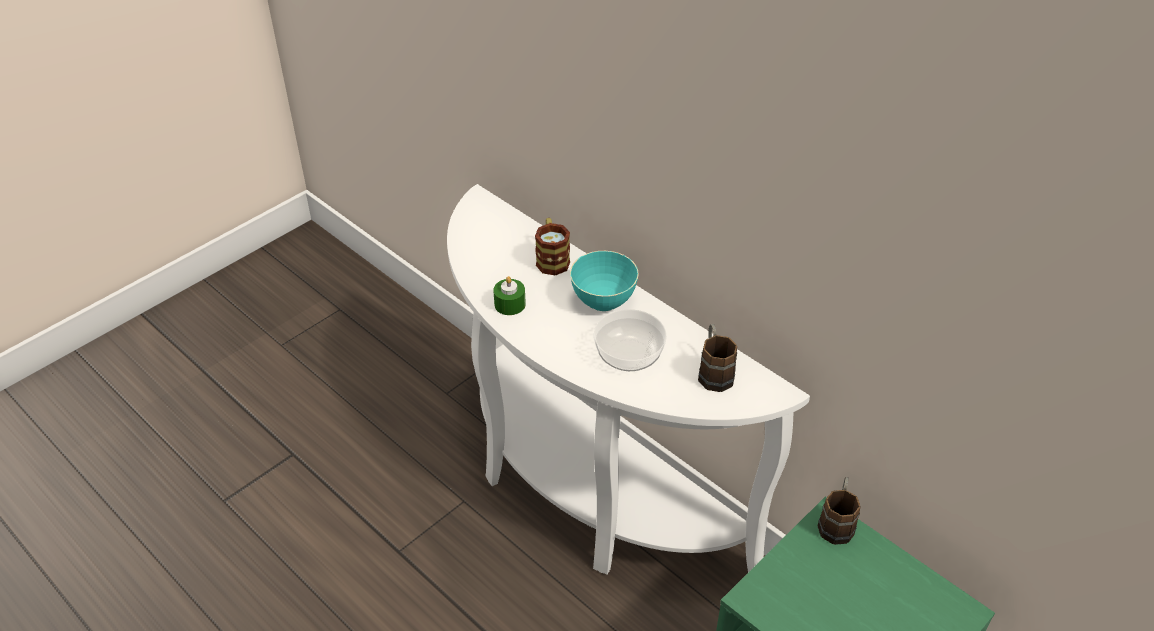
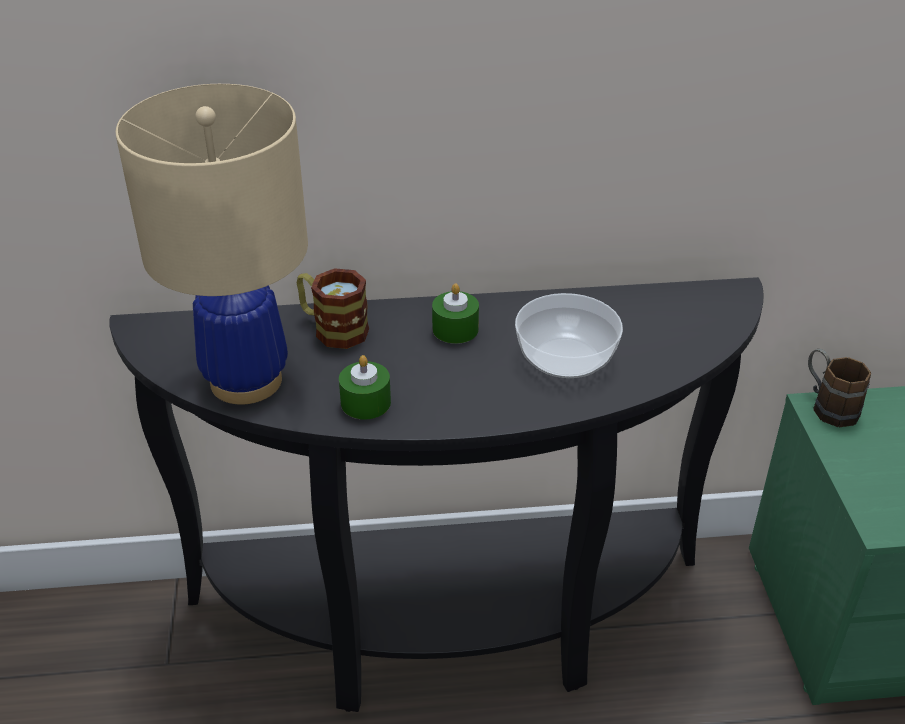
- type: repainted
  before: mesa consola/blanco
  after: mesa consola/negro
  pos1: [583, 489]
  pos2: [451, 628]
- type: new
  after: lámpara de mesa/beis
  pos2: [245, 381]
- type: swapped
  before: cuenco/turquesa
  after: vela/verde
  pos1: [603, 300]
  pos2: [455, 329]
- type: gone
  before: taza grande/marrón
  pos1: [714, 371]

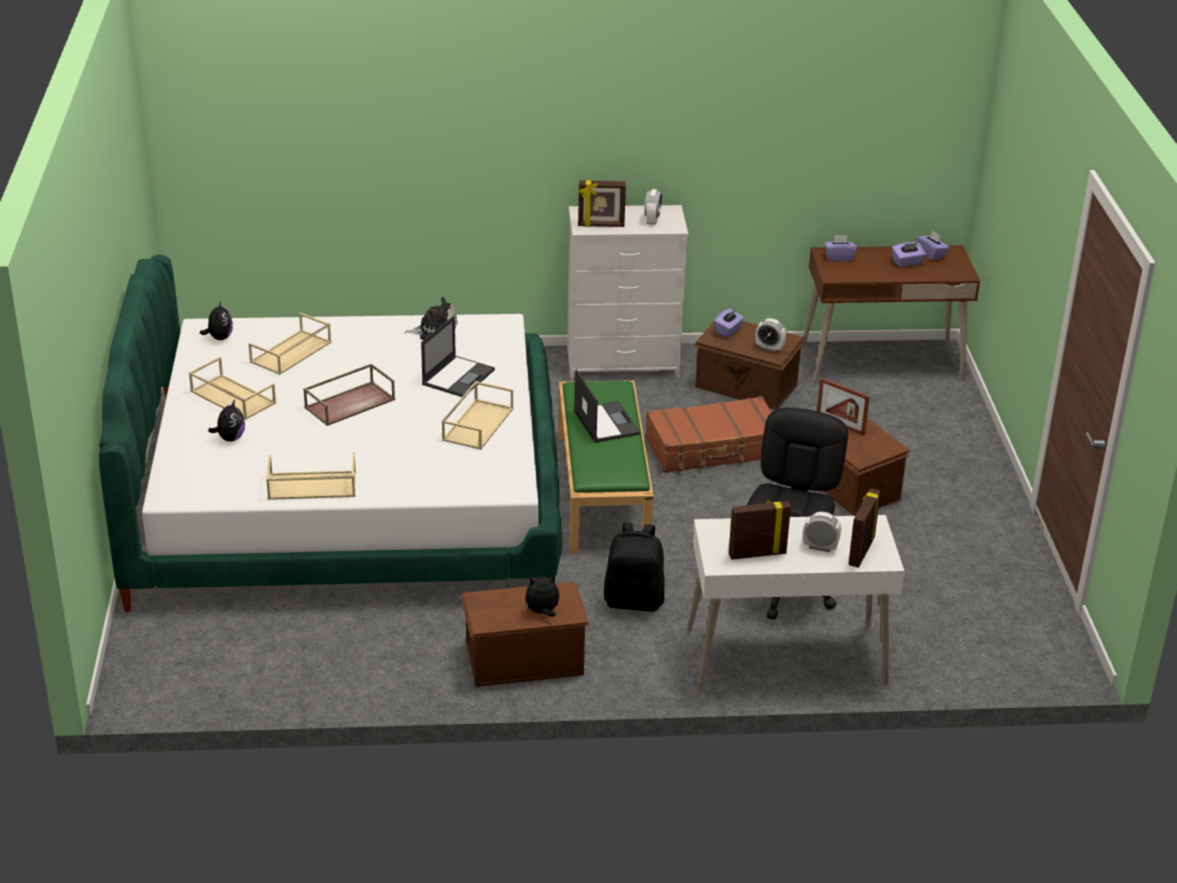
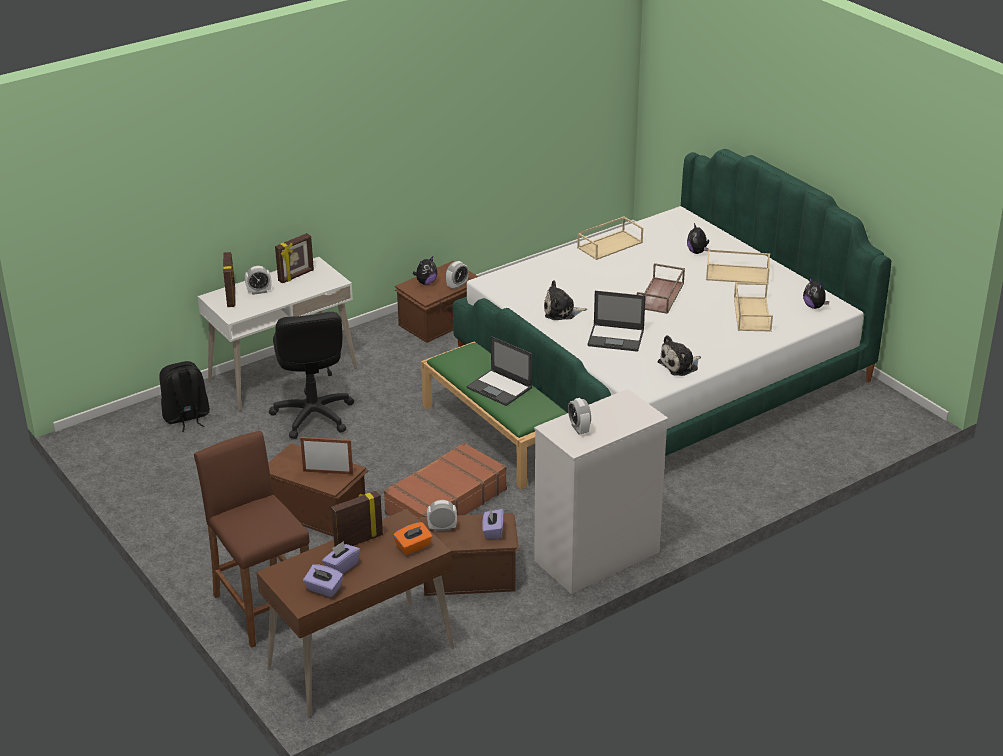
- type: shifted
  before: mochila/negro
  pos1: [634, 601]
  pos2: [186, 417]
- type: new
  after: taburete/marrón
  pos2: [263, 608]
- type: shifted
  before: portarretratos
  pos1: [601, 225]
  pos2: [358, 540]
- type: repainted
  before: caja de pañuelos/morado
  after: caja de pañuelos/naranja
  pos1: [839, 257]
  pos2: [413, 547]
- type: new
  after: despertador
  pos2: [457, 285]
- type: swapped
  before: bandeja/beis
  after: peluche
  pos1: [477, 423]
  pos2: [561, 311]
- type: rotated
  before: portátil
  pos1: [458, 376]
  pos2: [616, 338]
  turn: -75

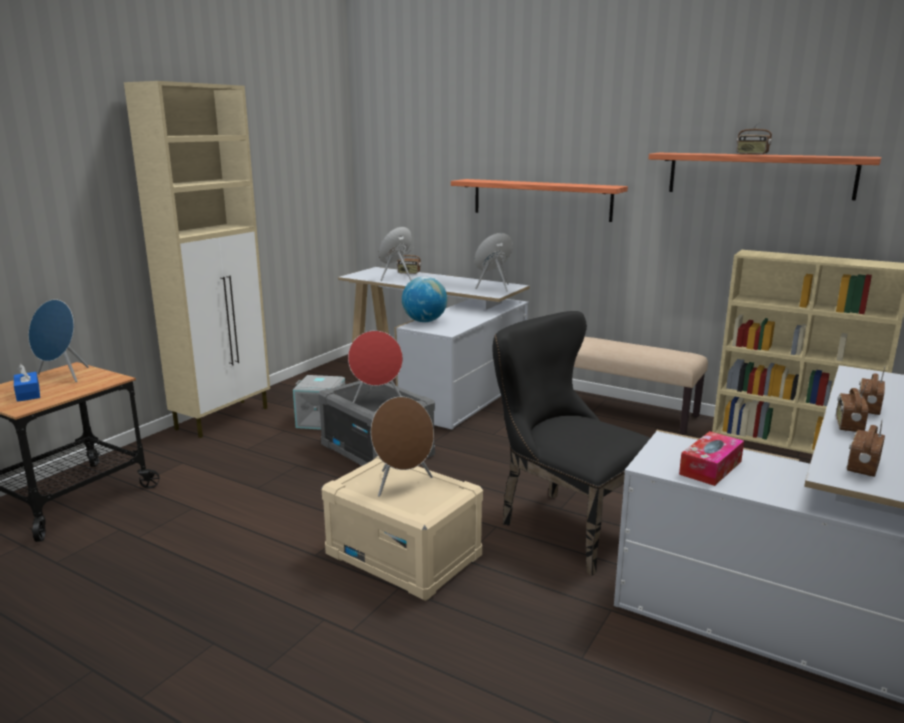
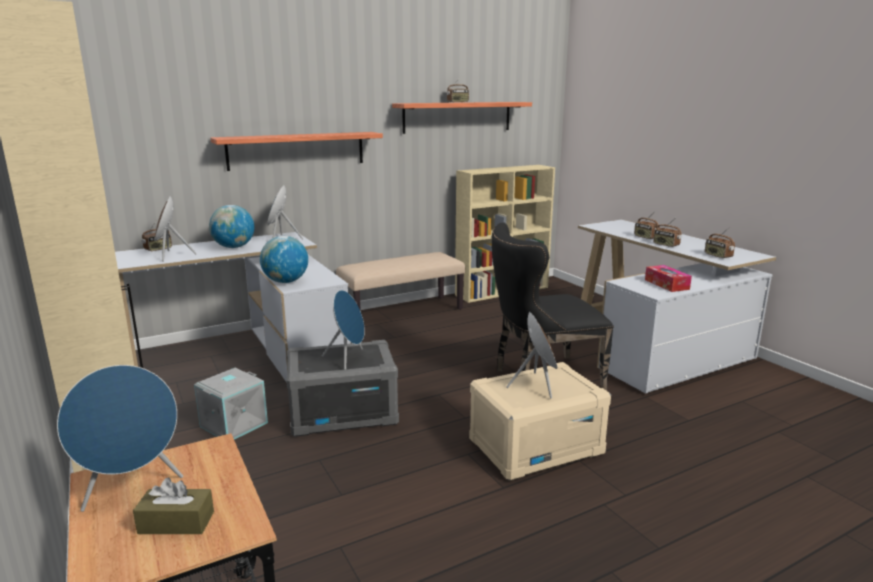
- type: repainted
  before: caja de pañuelos/azul
  after: caja de pañuelos/marrón
  pos1: [28, 394]
  pos2: [176, 523]
- type: new
  after: globo terráqueo
  pos2: [234, 247]
- type: repainted
  before: altavoz/rojo
  after: altavoz/azul
  pos1: [376, 398]
  pos2: [348, 358]

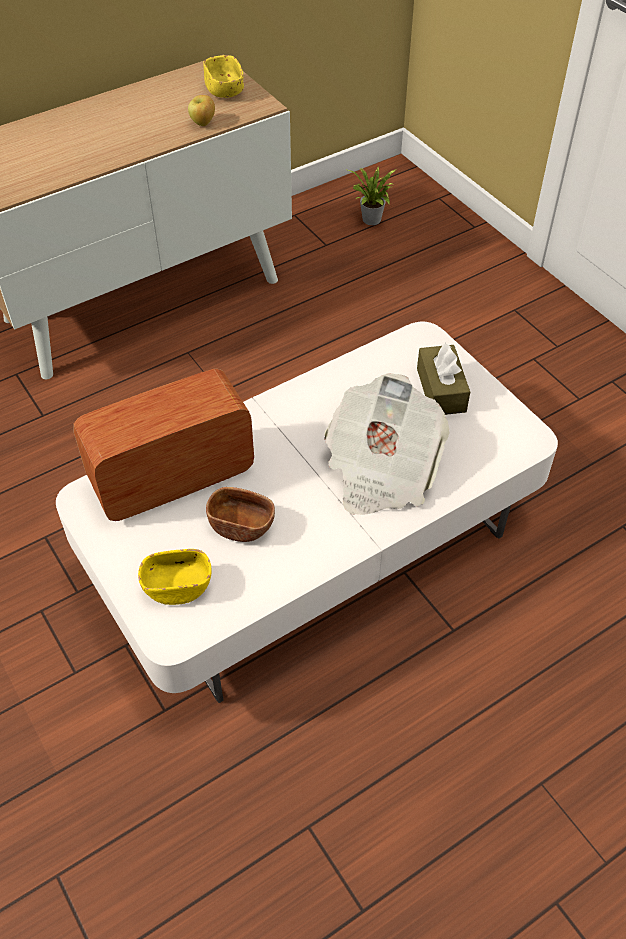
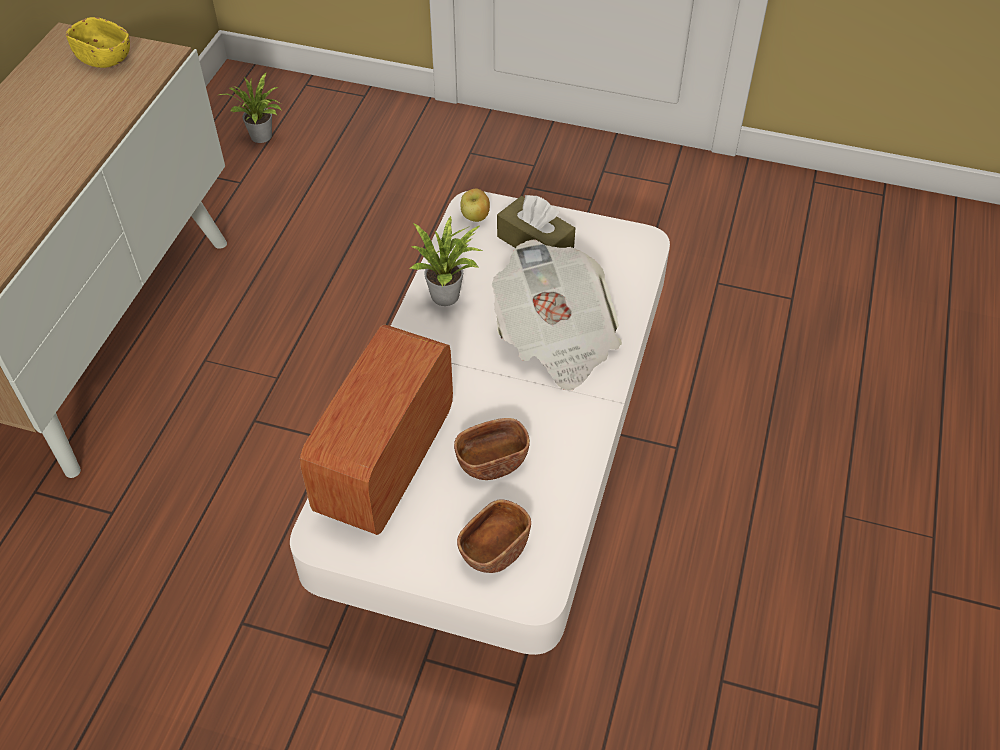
- type: new
  after: planta en maceta
  pos2: [449, 295]
- type: repainted
  before: cuenco/amarillo
  after: cuenco/marrón
  pos1: [178, 587]
  pos2: [494, 549]
- type: shifted
  before: manzana
  pos1: [203, 123]
  pos2: [475, 217]

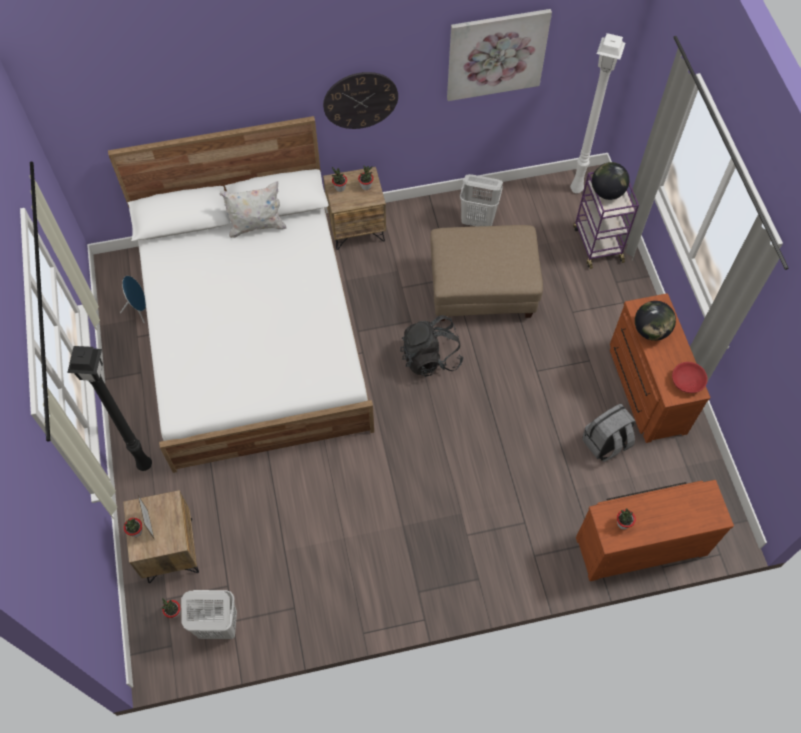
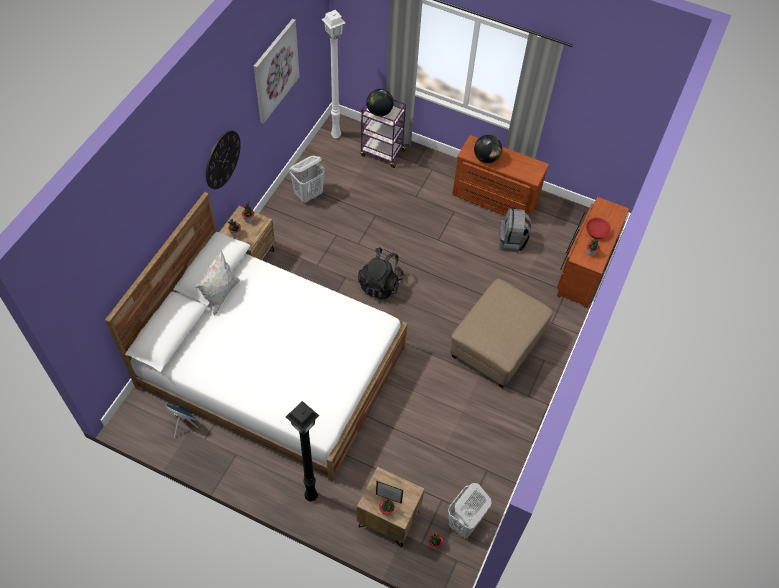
- type: shifted
  before: puf/beis
  pos1: [481, 290]
  pos2: [497, 346]
- type: shifted
  before: cuenco/rojo
  pos1: [687, 381]
  pos2: [596, 232]

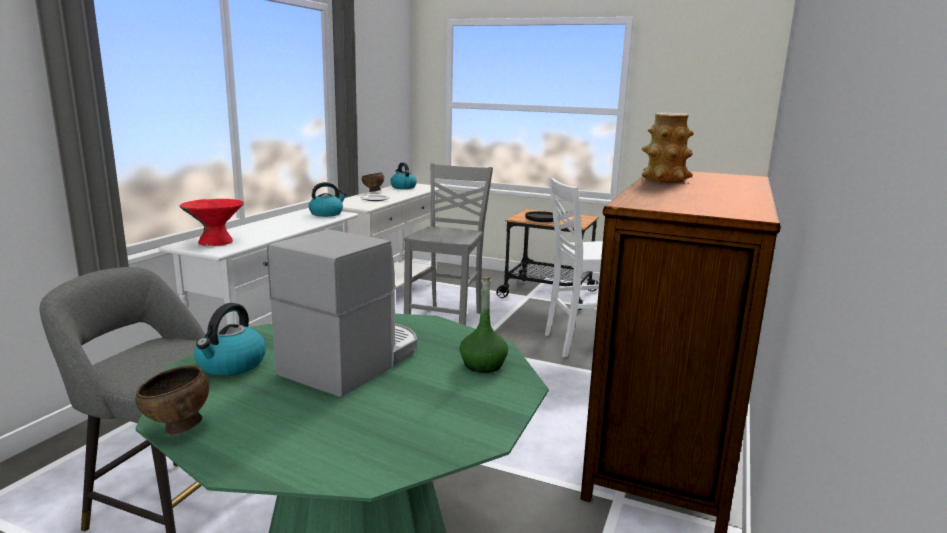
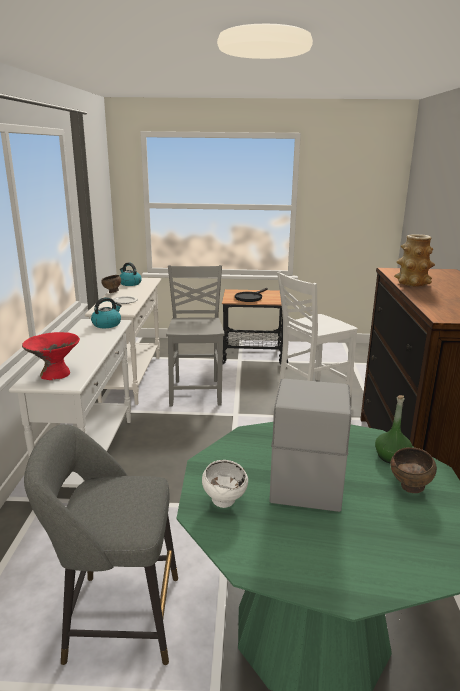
- type: swapped
  before: hervidor
  after: cuenco/blanco
  pos1: [231, 365]
  pos2: [225, 502]
- type: shifted
  before: cuenco/marrón
  pos1: [178, 428]
  pos2: [410, 488]

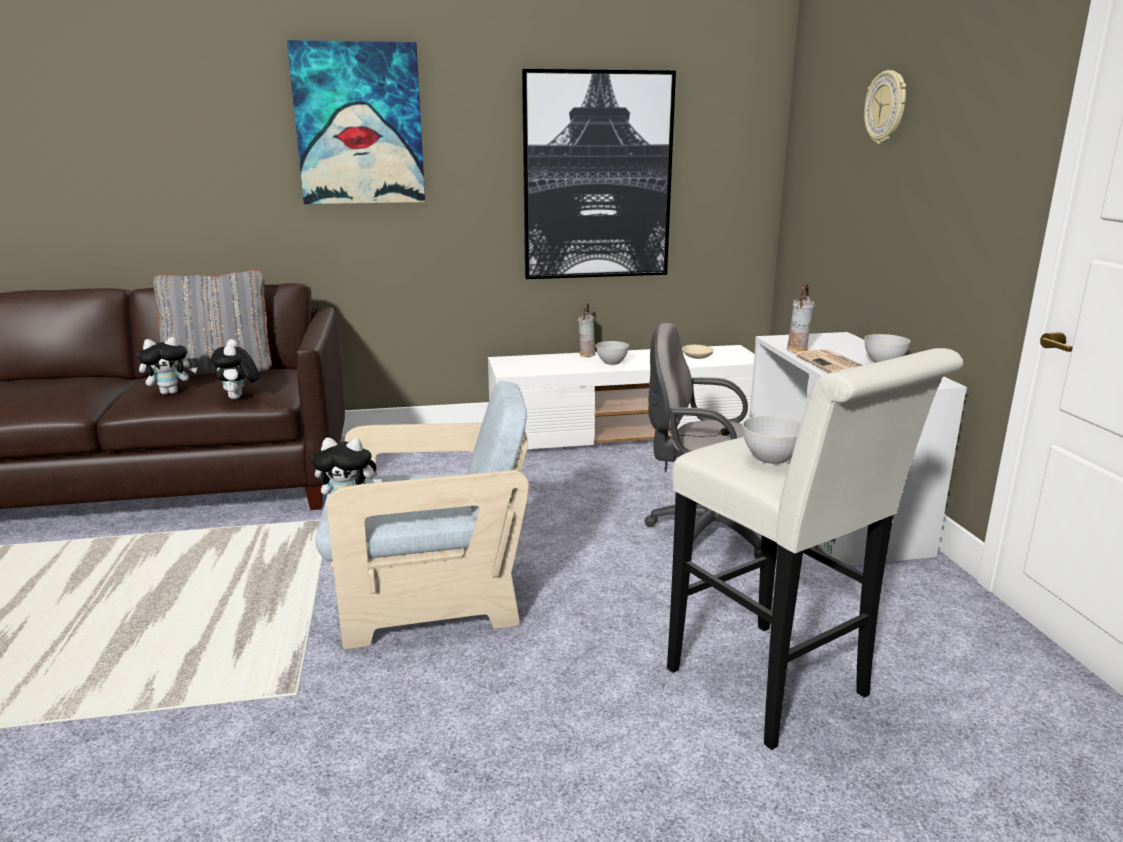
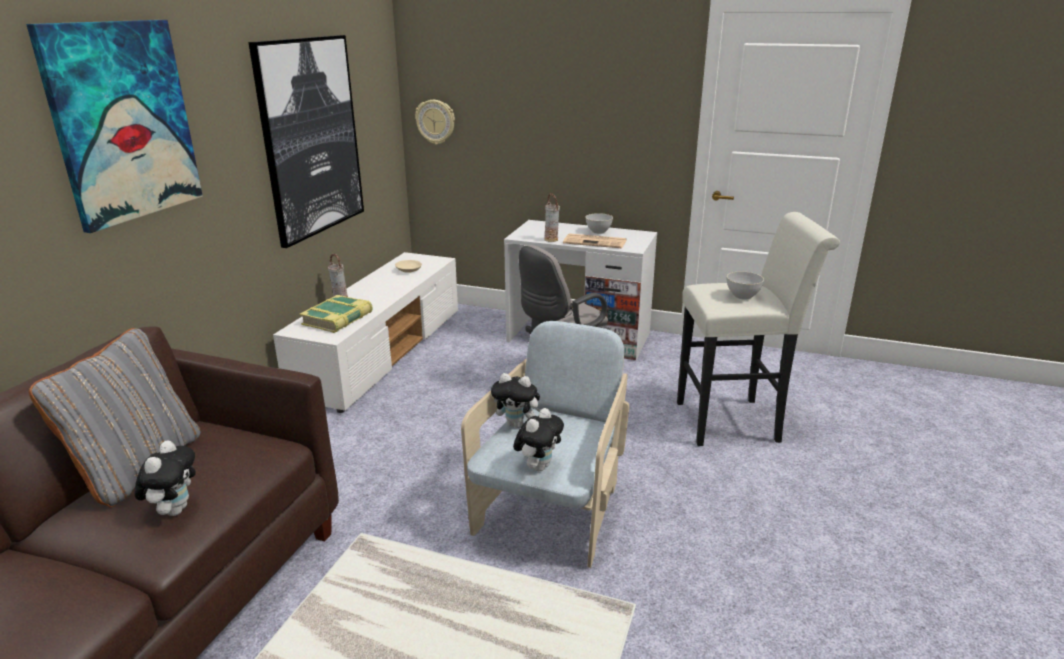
- type: new
  after: libro
  pos2: [338, 319]
- type: shifted
  before: reloj de pared
  pos1: [886, 107]
  pos2: [435, 122]
- type: shifted
  before: peluche
  pos1: [239, 398]
  pos2: [517, 424]
- type: gone
  before: cuenco/gris
  pos1: [612, 362]

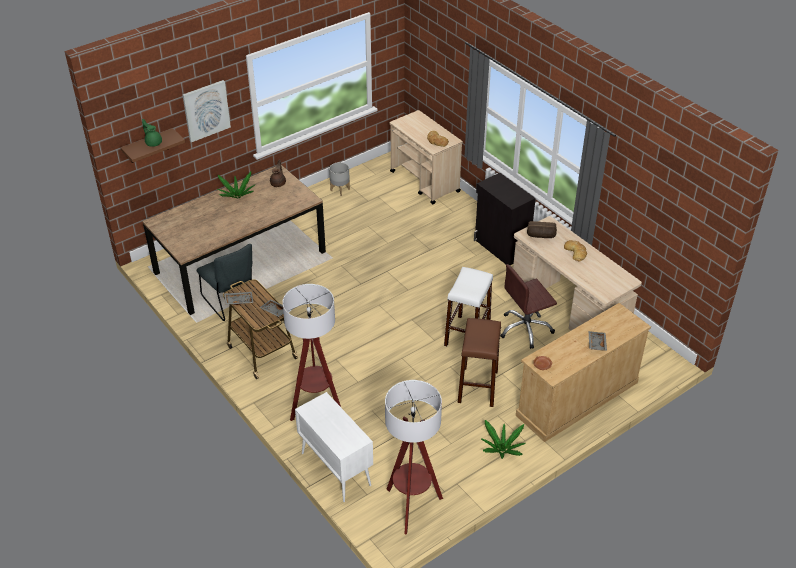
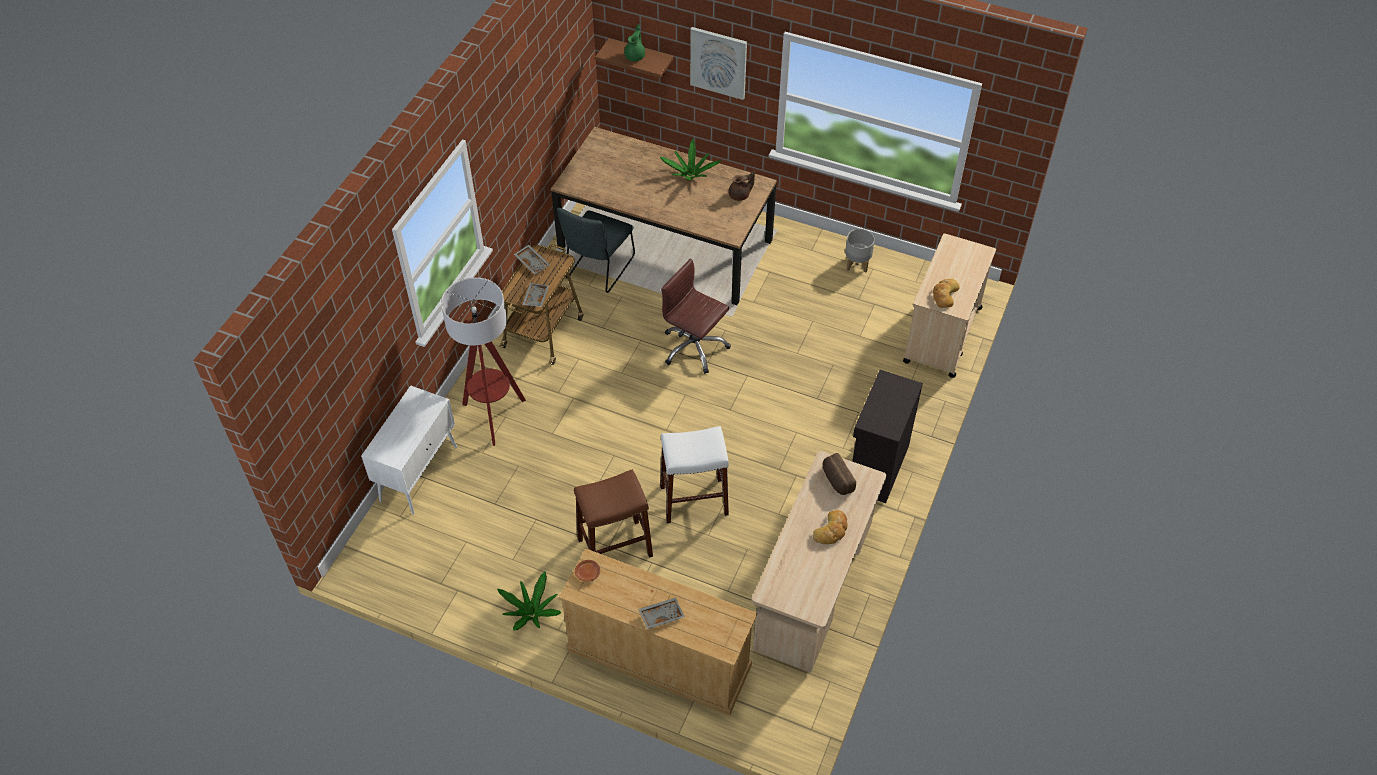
- type: shifted
  before: silla de oficina/marrón
  pos1: [525, 329]
  pos2: [694, 348]
- type: gone
  before: lámpara de pie
  pos1: [411, 506]

